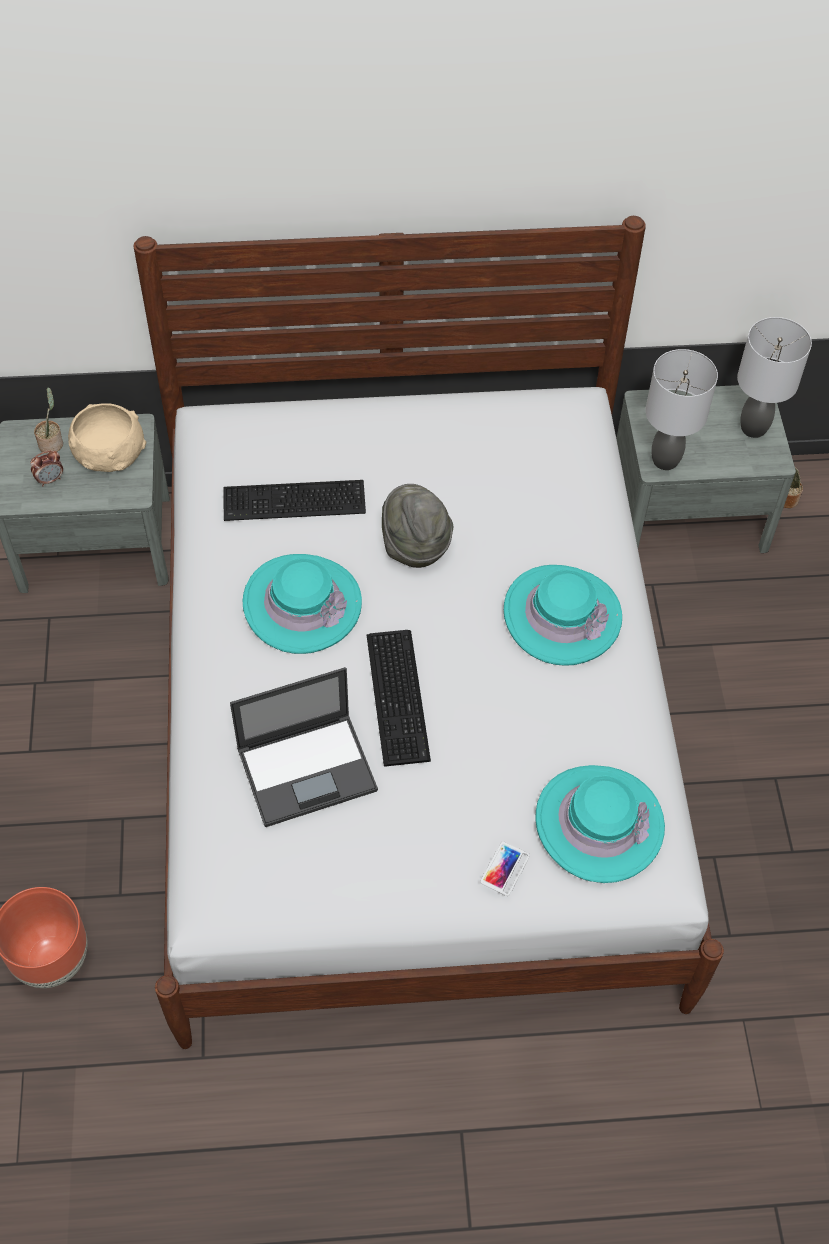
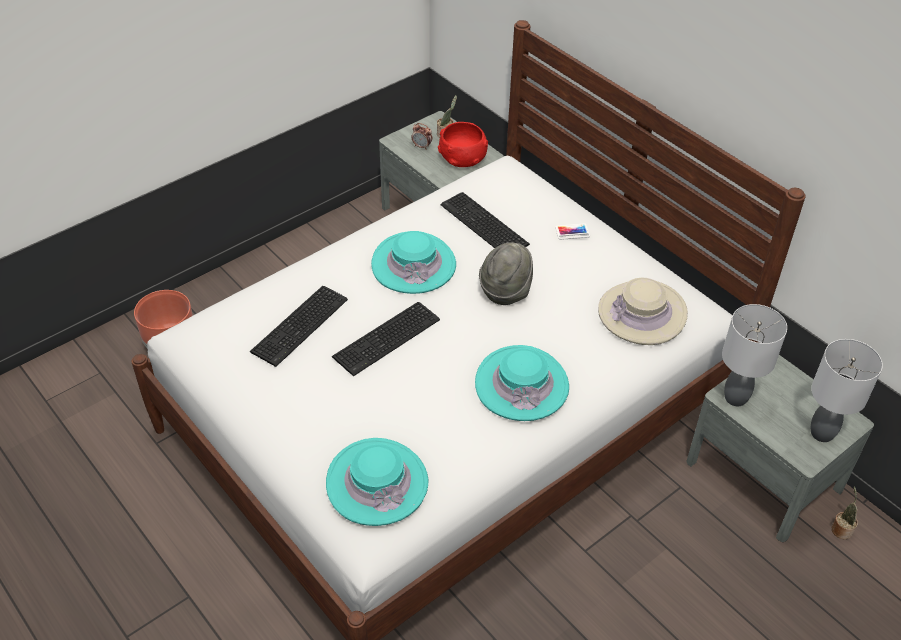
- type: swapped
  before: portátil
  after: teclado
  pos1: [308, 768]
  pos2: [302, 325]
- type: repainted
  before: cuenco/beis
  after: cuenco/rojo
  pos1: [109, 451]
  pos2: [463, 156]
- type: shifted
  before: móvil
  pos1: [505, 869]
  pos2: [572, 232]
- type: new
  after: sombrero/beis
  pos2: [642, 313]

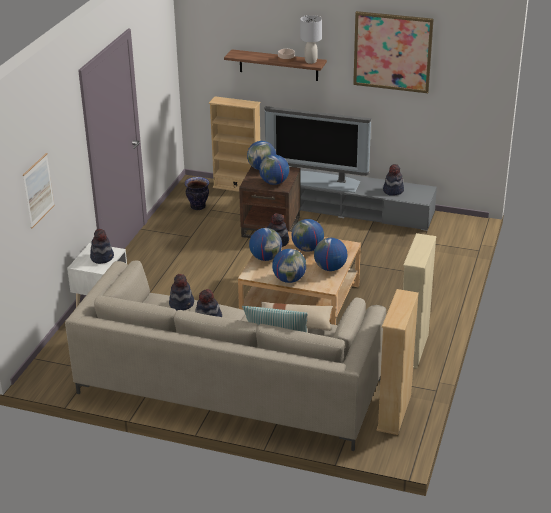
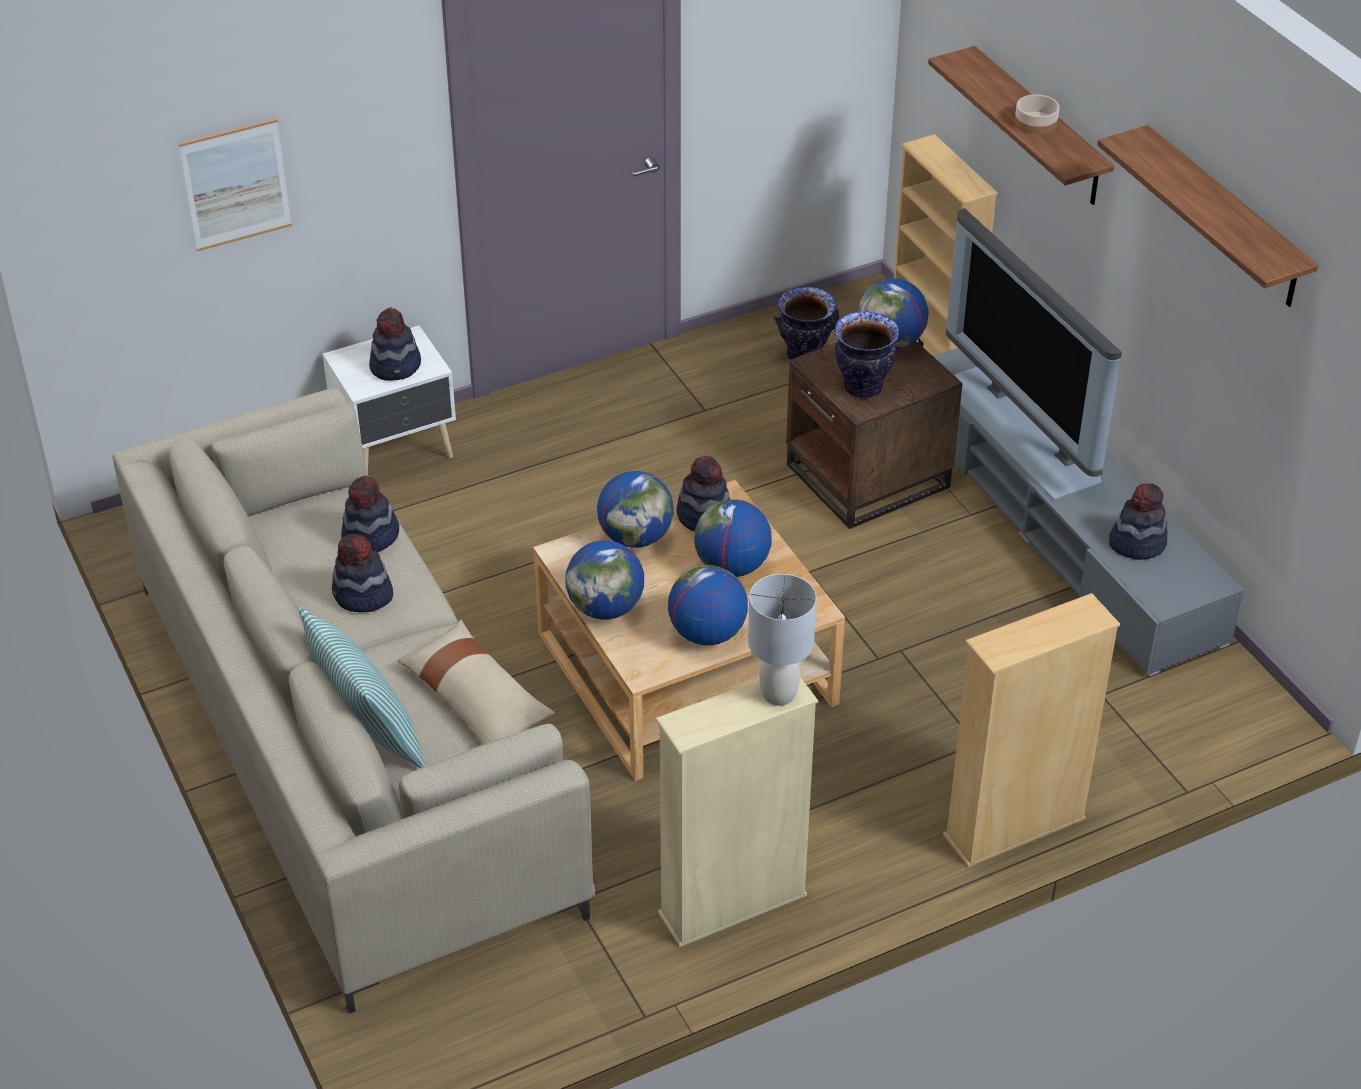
- type: shifted
  before: lámpara de mesa/gris
  pos1: [310, 61]
  pos2: [778, 694]
- type: swapped
  before: globo terráqueo
  after: florero
  pos1: [274, 183]
  pos2: [863, 388]
- type: shifted
  before: estantería/beis
  pos1: [394, 412]
  pos2: [1014, 827]
- type: swapped
  before: cuadro
  after: estante
  pos1: [392, 52]
  pos2: [1225, 219]

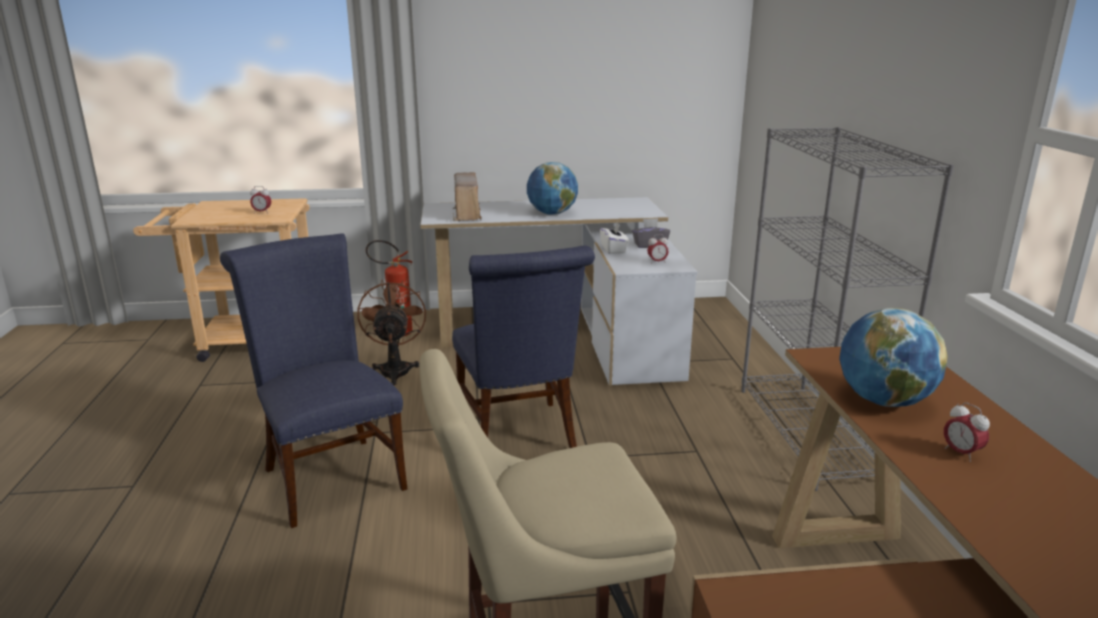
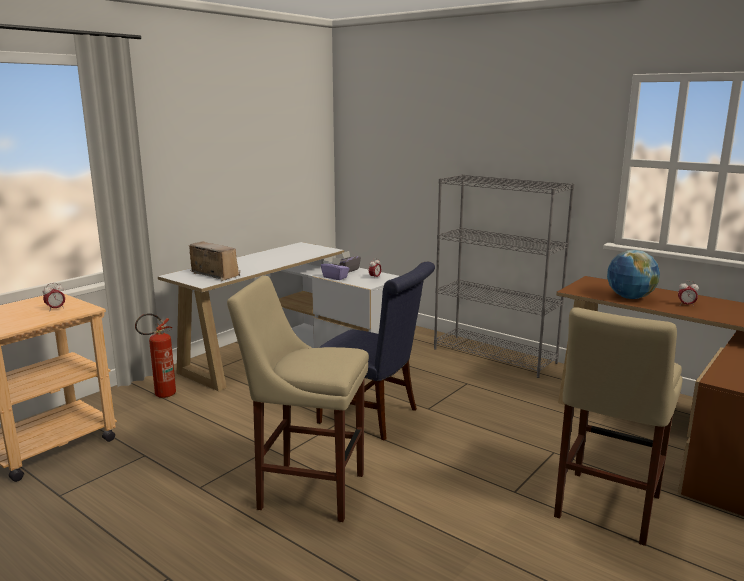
- type: swapped
  before: silla/azul
  after: taburete/beis
  pos1: [330, 475]
  pos2: [306, 490]
- type: repainted
  before: caja de pañuelos/blanco
  after: caja de pañuelos/morado
  pos1: [614, 250]
  pos2: [335, 277]
- type: gone
  before: ventilador/marrón
  pos1: [395, 369]
- type: gone
  before: globo terráqueo
  pos1: [552, 213]

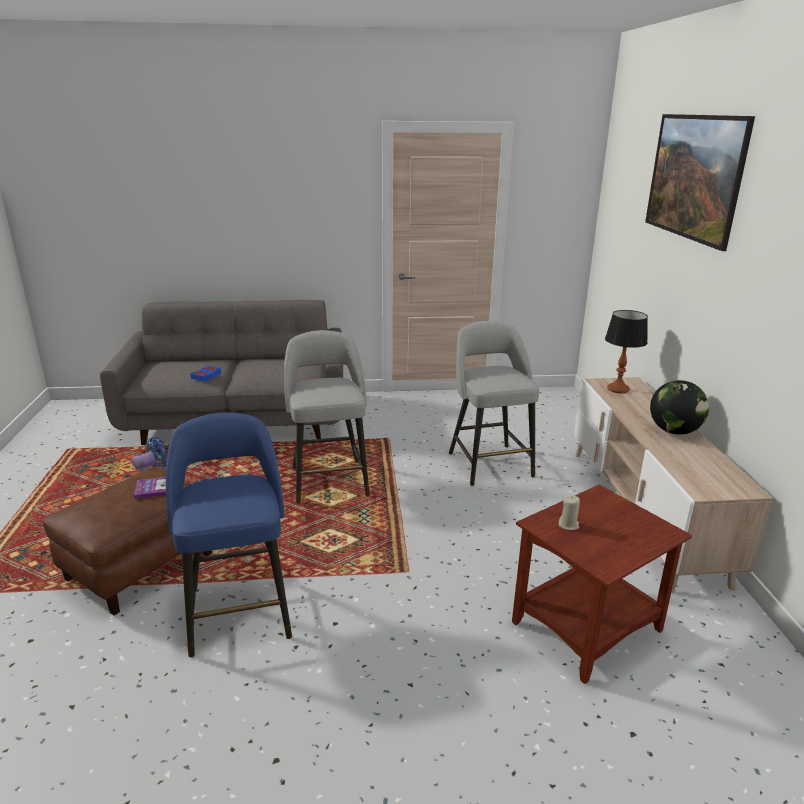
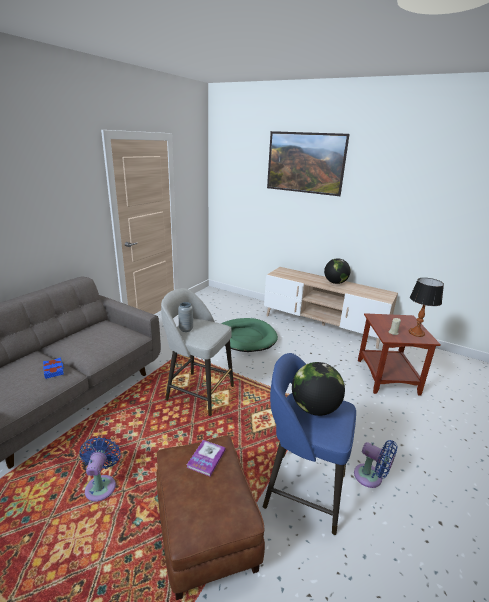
- type: new
  after: florero/gris
  pos2: [186, 329]
- type: swapped
  before: taburete/gris
  after: cama para perro/verde
  pos1: [489, 463]
  pos2: [246, 337]
- type: new
  after: globo terráqueo
  pos2: [314, 408]
- type: new
  after: ventilador/azul
  pos2: [371, 477]
- type: shifted
  before: lámpara de mesa
  pos1: [618, 389]
  pos2: [416, 333]

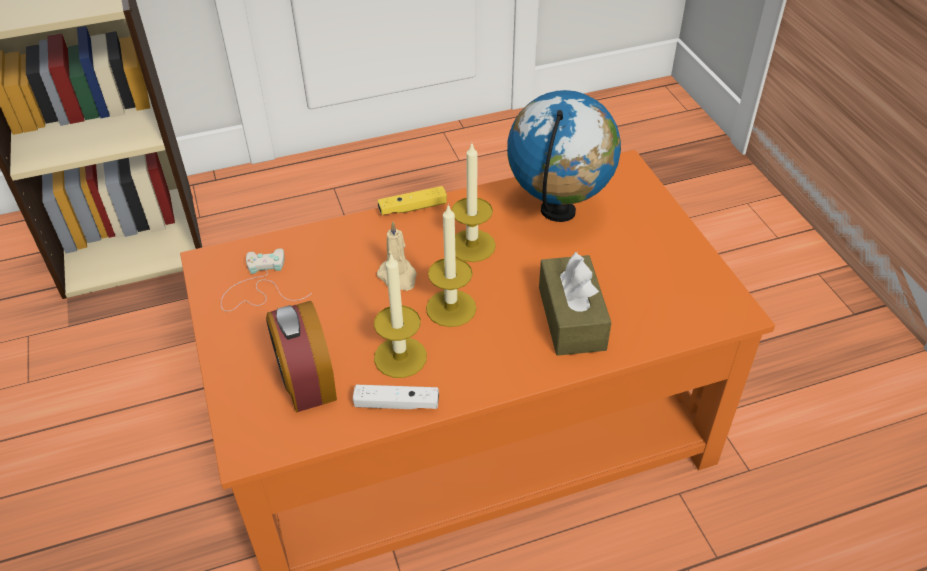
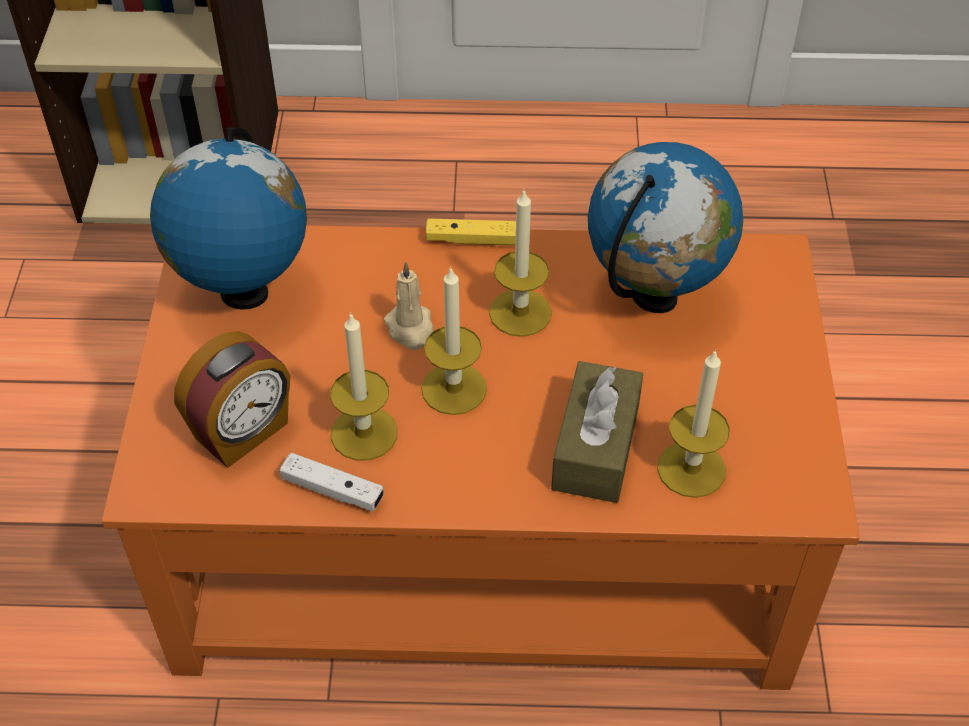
- type: swapped
  before: mando de consola/blanco
  after: globo terráqueo
  pos1: [259, 286]
  pos2: [243, 293]
- type: rotated
  before: despertador
  pos1: [307, 383]
  pos2: [243, 432]
  turn: -135
- type: new
  after: vela
  pos2: [691, 469]

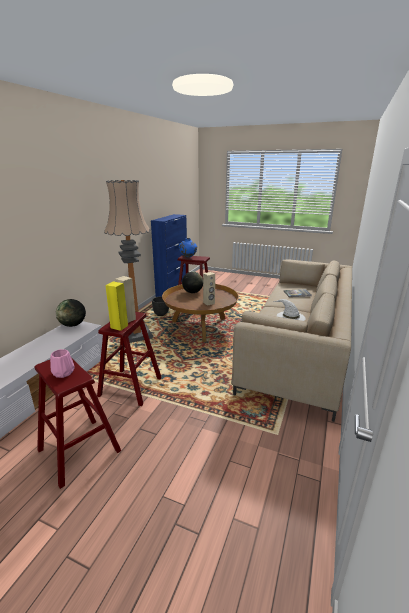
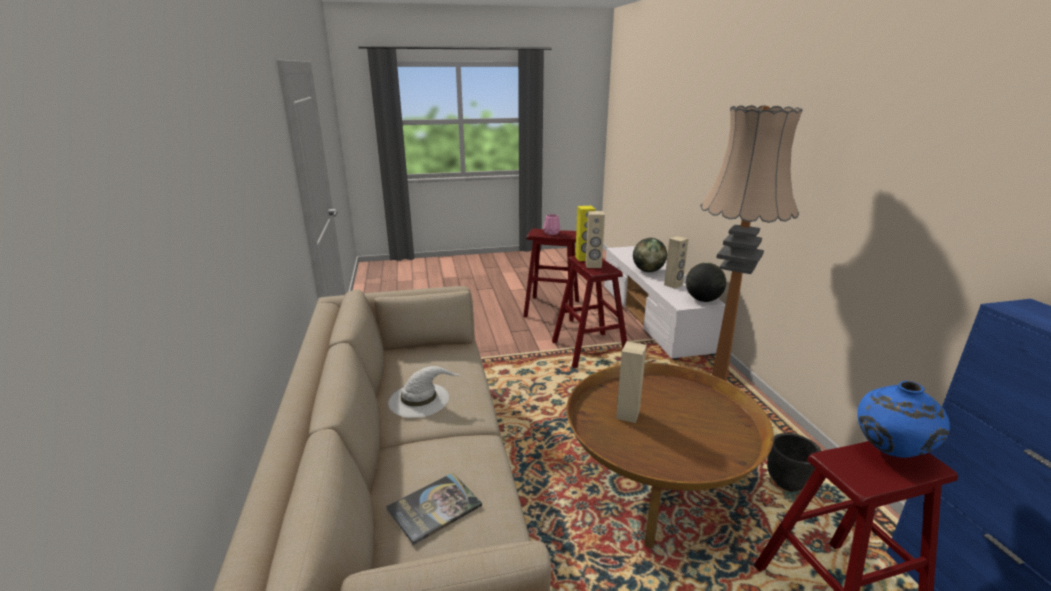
- type: shifted
  before: globo terráqueo
  pos1: [192, 292]
  pos2: [648, 271]
- type: new
  after: altavoz/beis
  pos2: [673, 285]

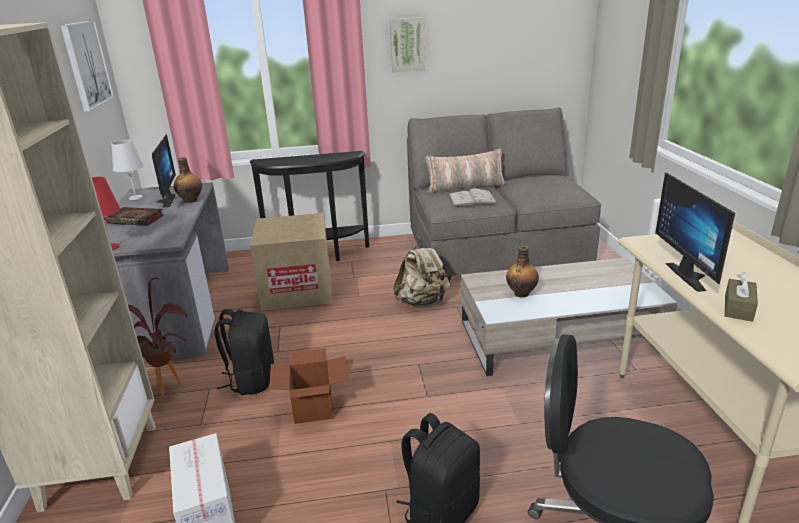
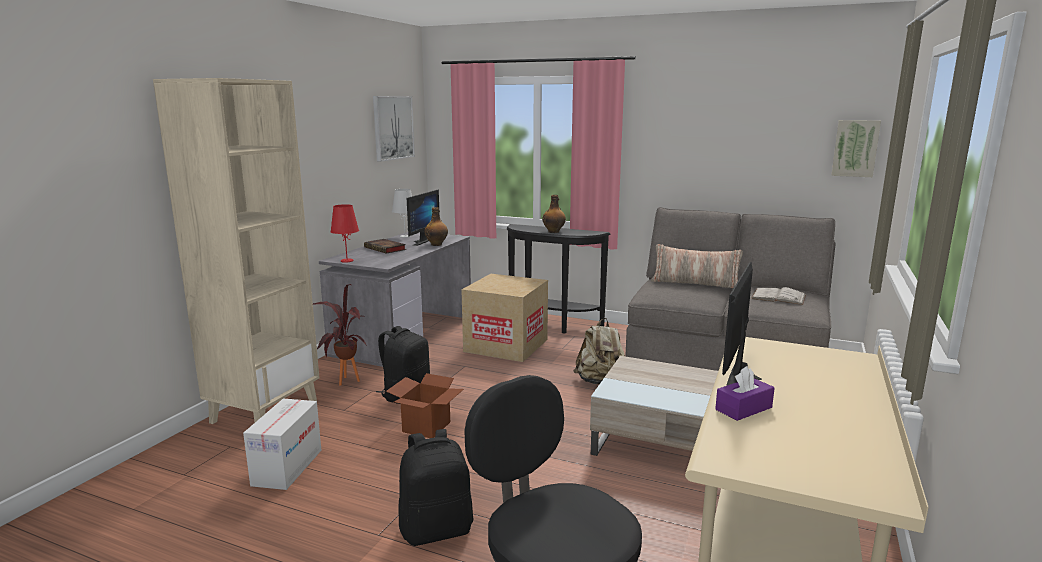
- type: shifted
  before: botella
  pos1: [521, 293]
  pos2: [554, 232]
- type: repainted
  before: caja de pañuelos/marrón
  after: caja de pañuelos/morado
  pos1: [738, 308]
  pos2: [743, 408]
- type: shifted
  before: libro/blanco
  pos1: [472, 199]
  pos2: [778, 297]
- type: shifted
  before: cuadro
  pos1: [407, 44]
  pos2: [855, 148]

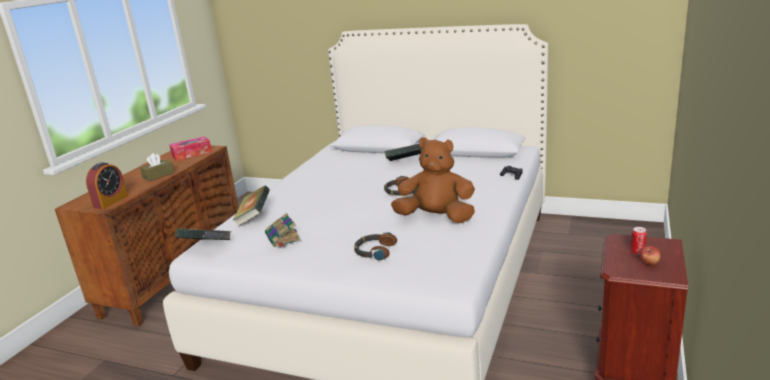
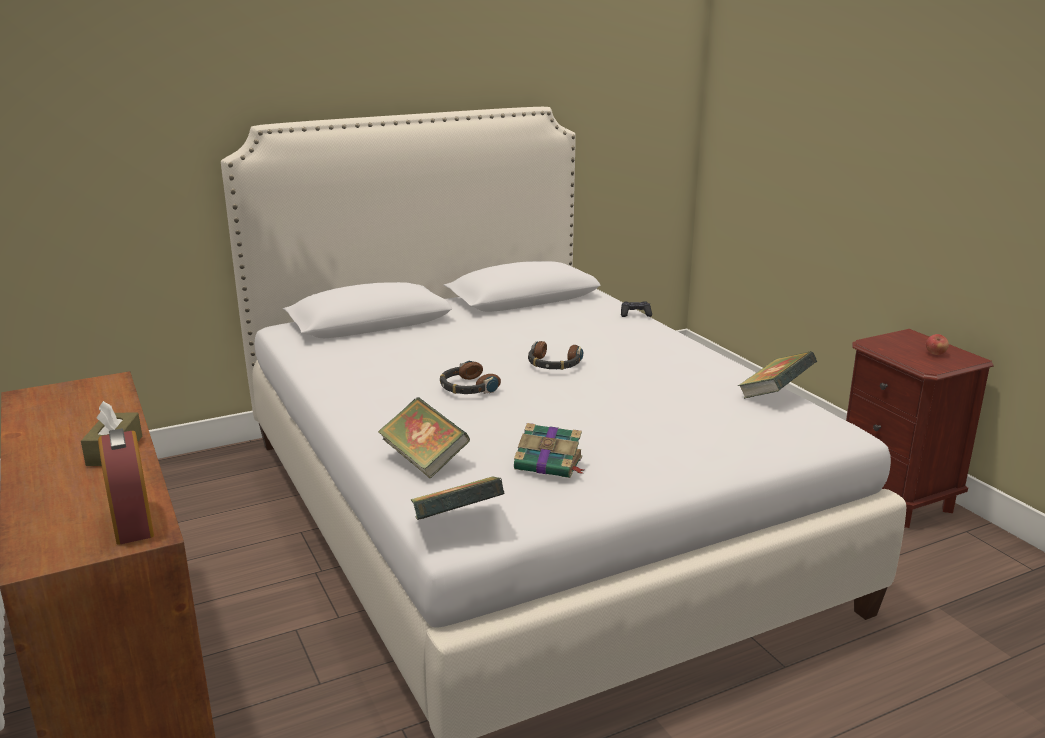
- type: shifted
  before: auriculares
  pos1: [374, 251]
  pos2: [467, 388]
- type: shifted
  before: libro
  pos1: [405, 163]
  pos2: [774, 395]
- type: gone
  before: caja de pañuelos
  pos1: [192, 154]
- type: gone
  before: peluche/marrón
  pos1: [436, 218]
- type: gone
  before: lata
  pos1: [637, 252]

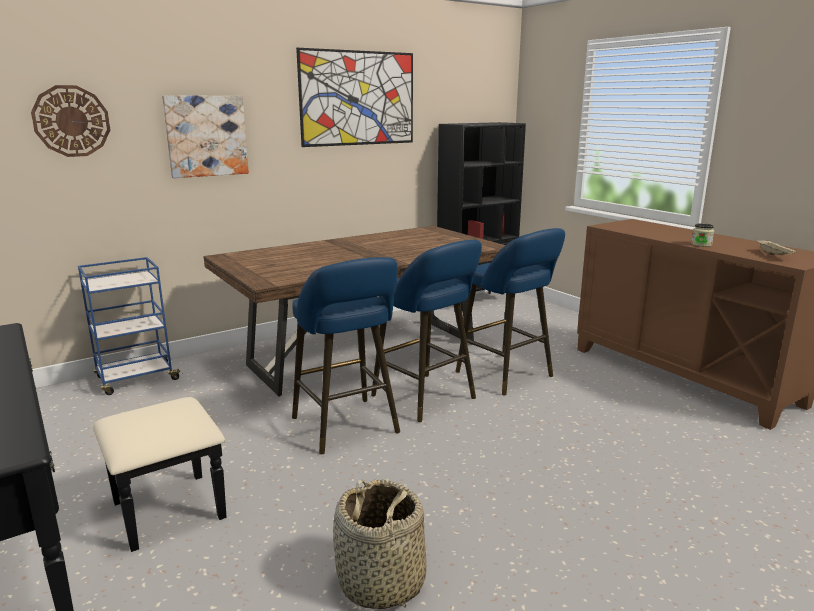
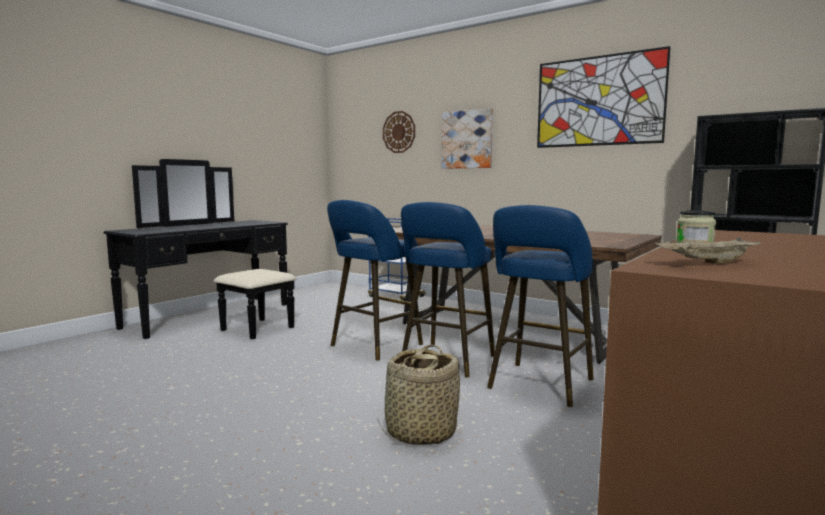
- type: shifted
  before: cesta
  pos1: [381, 582]
  pos2: [420, 432]

